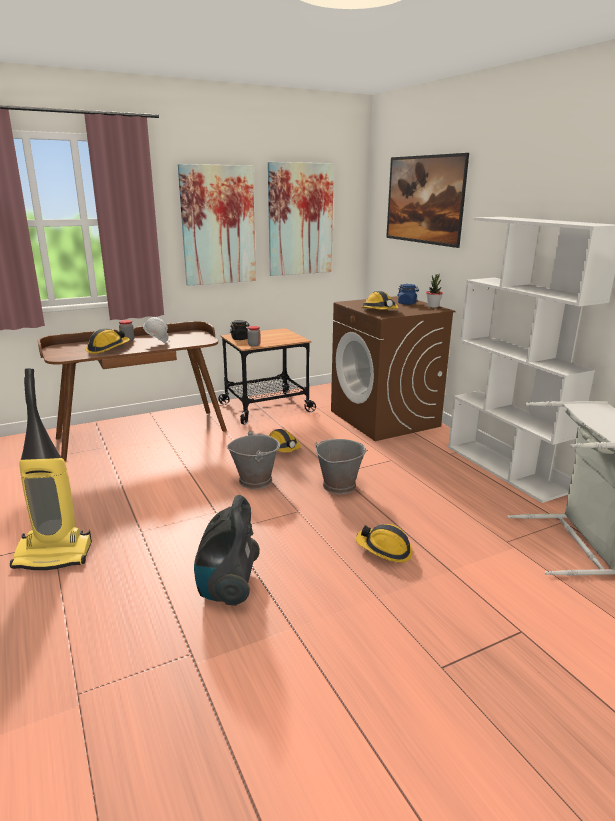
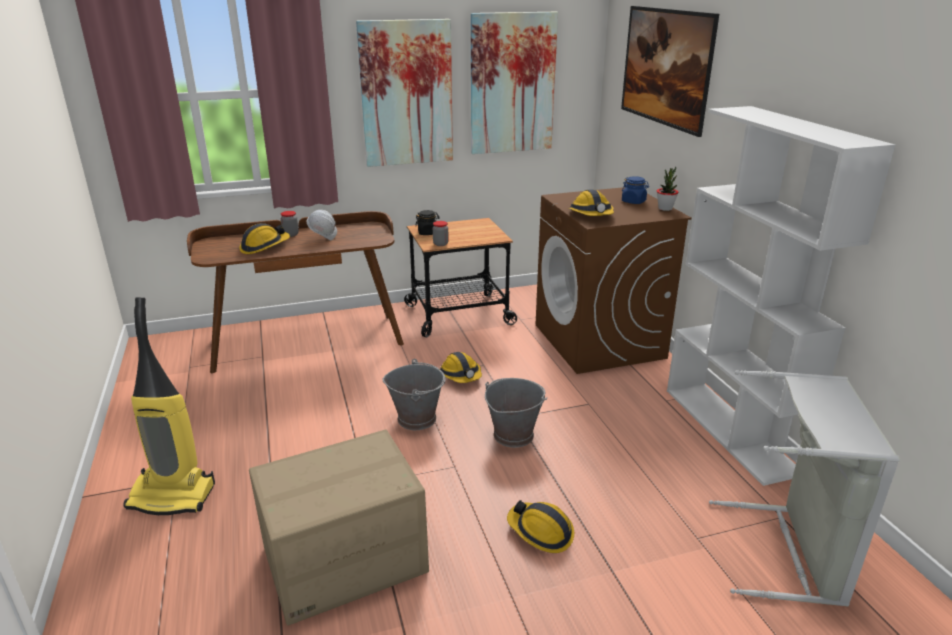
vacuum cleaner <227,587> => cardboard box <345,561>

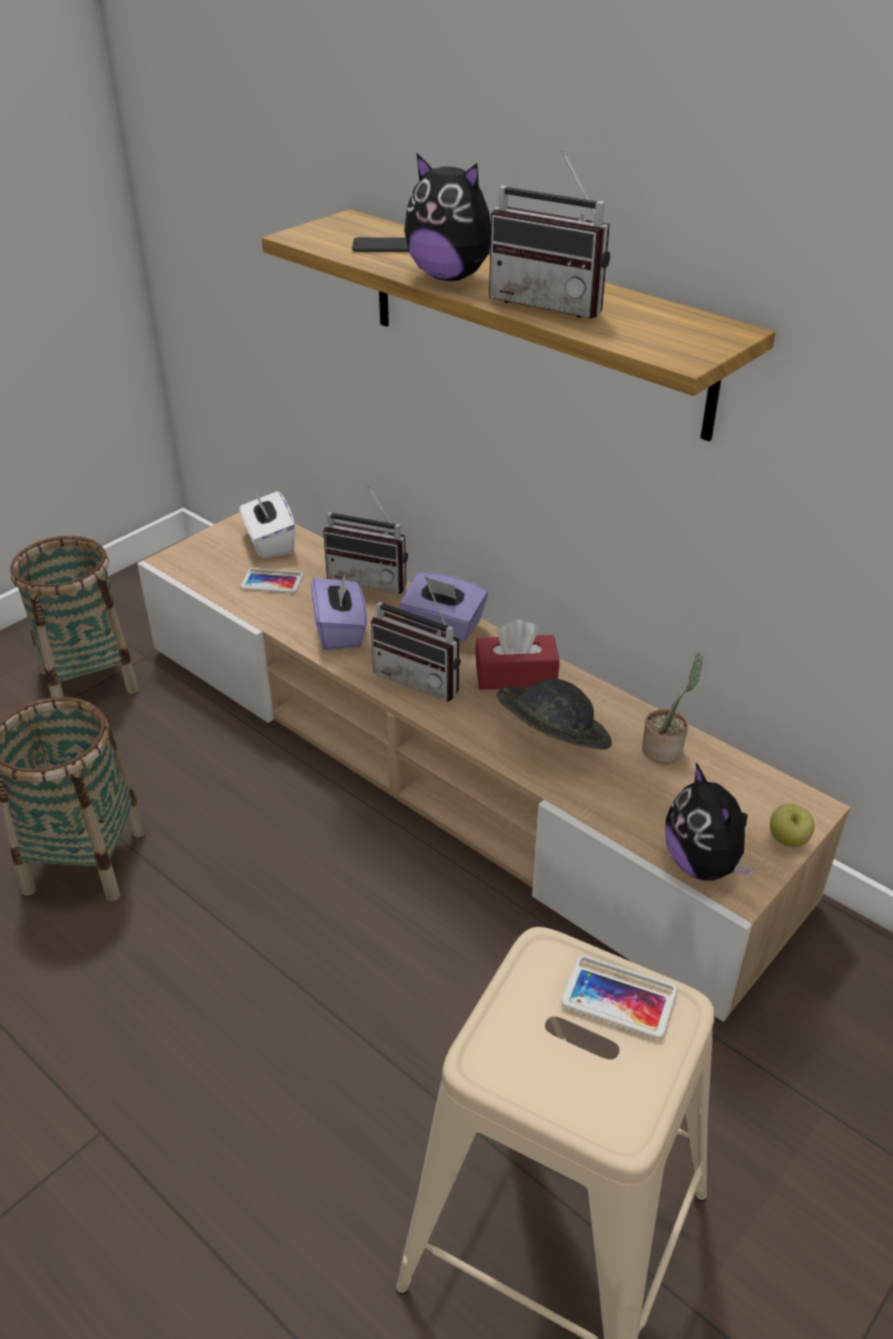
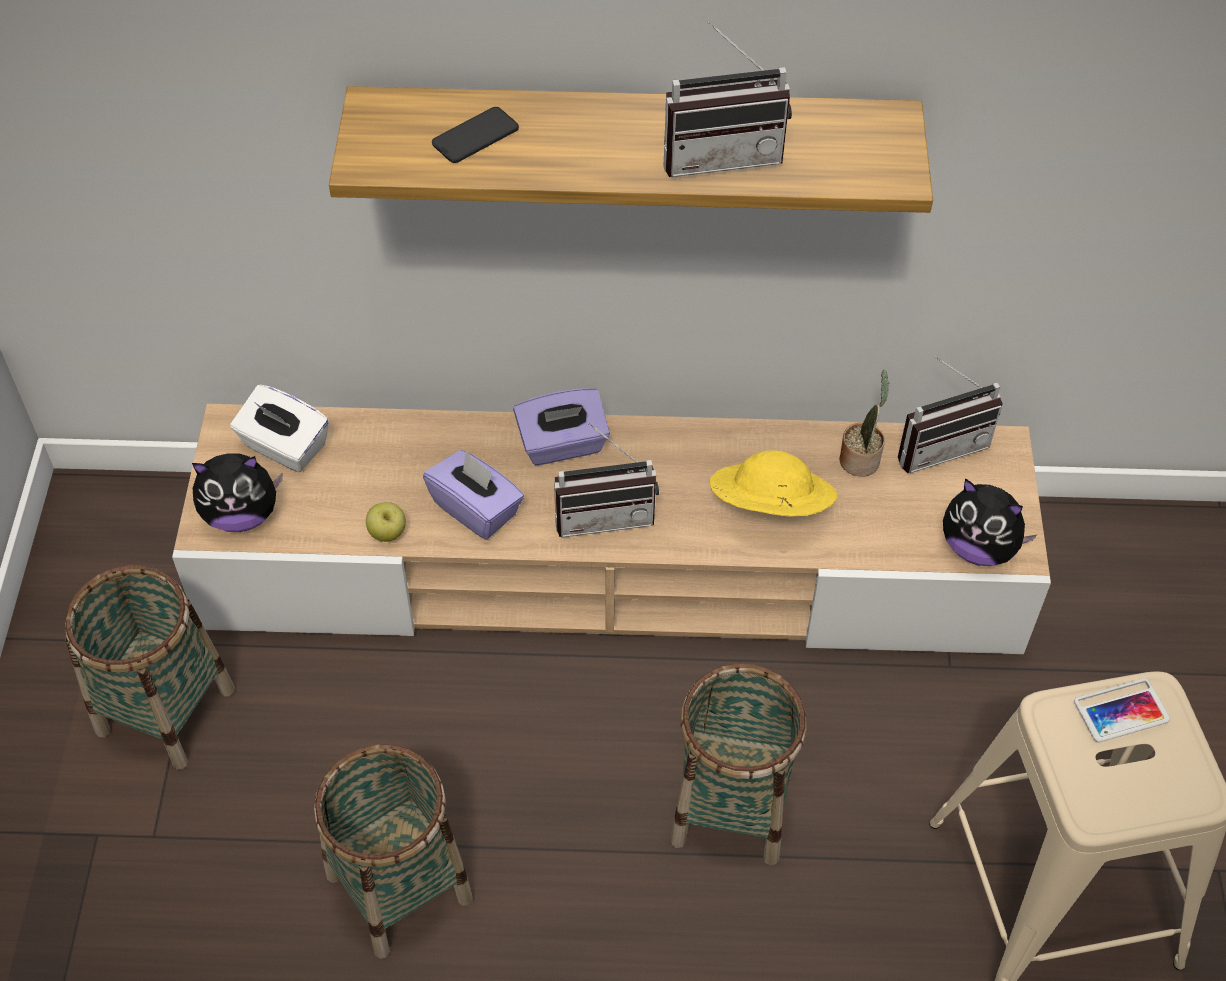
phone <272,581> => nothing
red tissue box <516,675> => nothing
nothing => basket <732,807>
radio <371,579> => radio <939,444>, shifted
plush toy <451,277> => plush toy <241,515>, shifted
apple <787,840> => apple <387,533>, shifted
grey hat <551,739> => yellow hat <769,507>

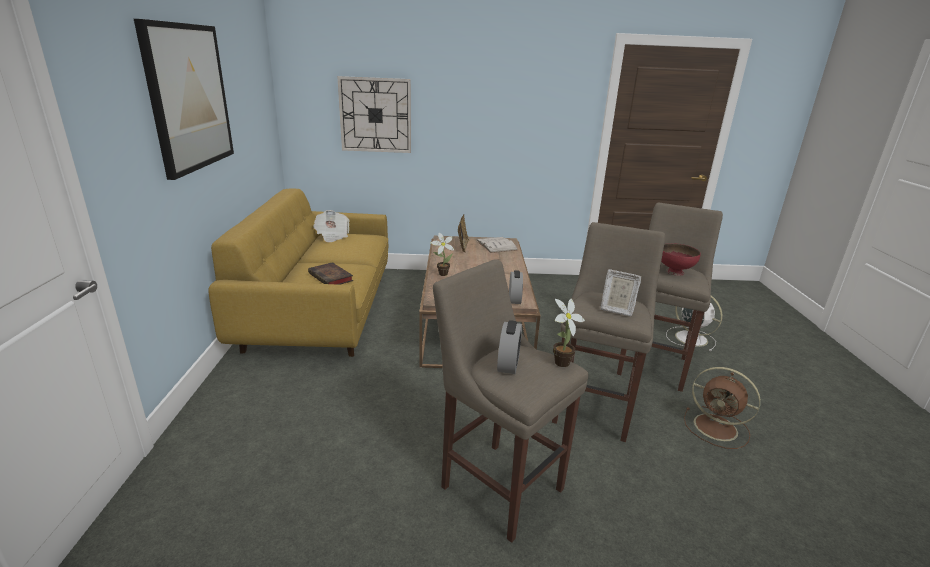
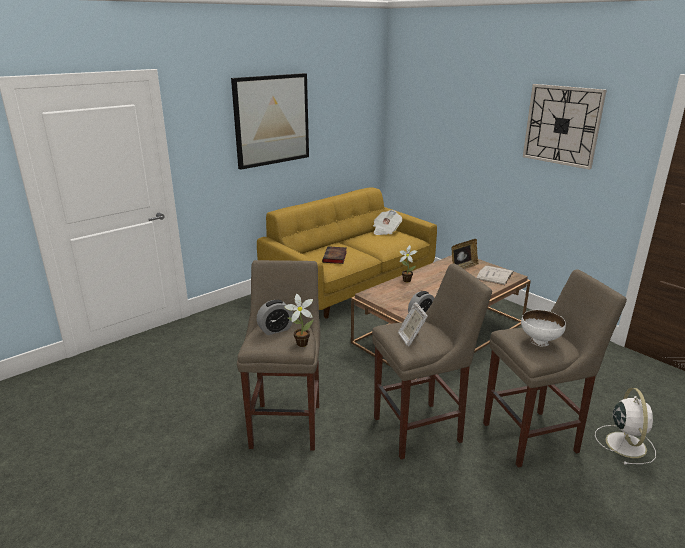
brown fan <717,428> => nothing
wall clock <375,115> => wall clock <562,125>, shifted
red bowl <674,272> => white bowl <540,341>

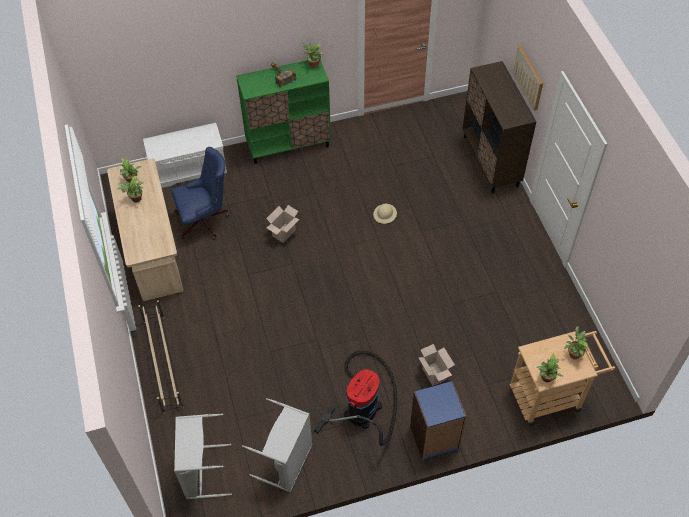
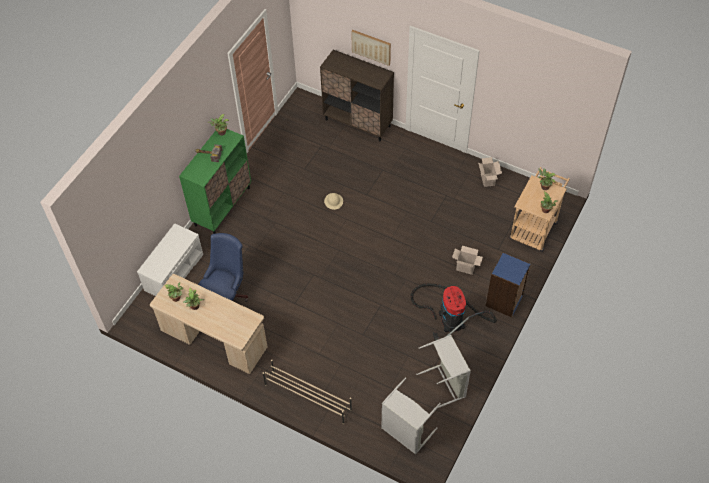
cardboard box <284,234> => cardboard box <488,180>, shifted

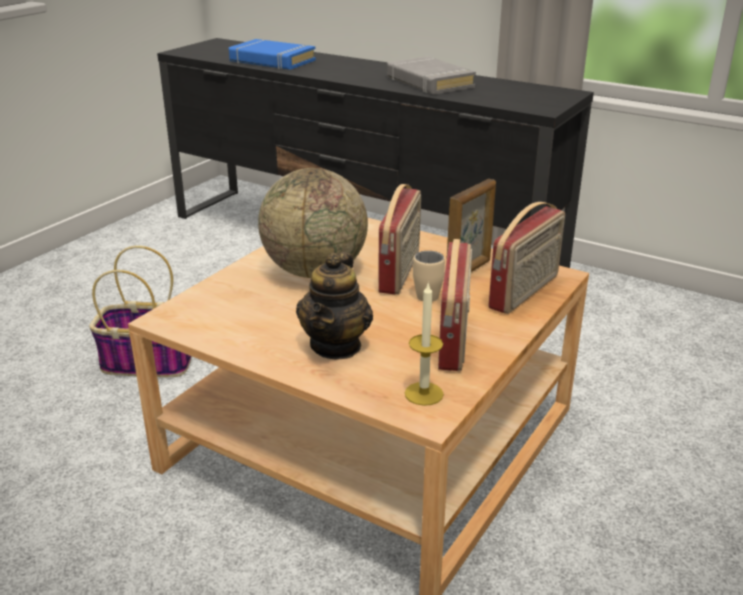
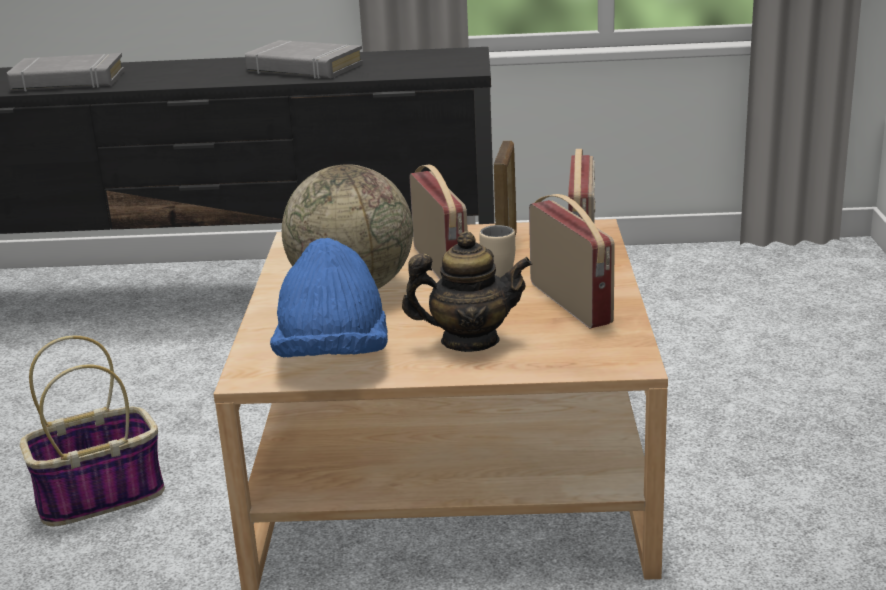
candle <424,393> => nothing
nothing => blue hat <333,358>
blue book <272,61> => grey book <68,82>
teapot <336,345> => teapot <469,341>, 75 degrees counterclockwise

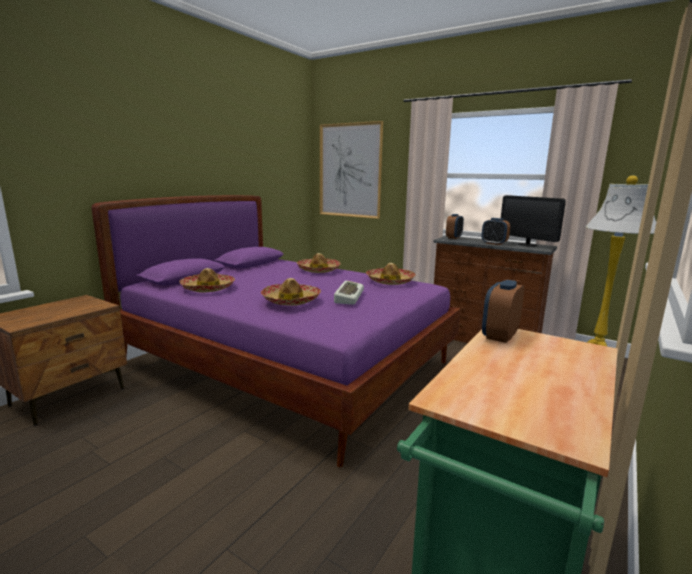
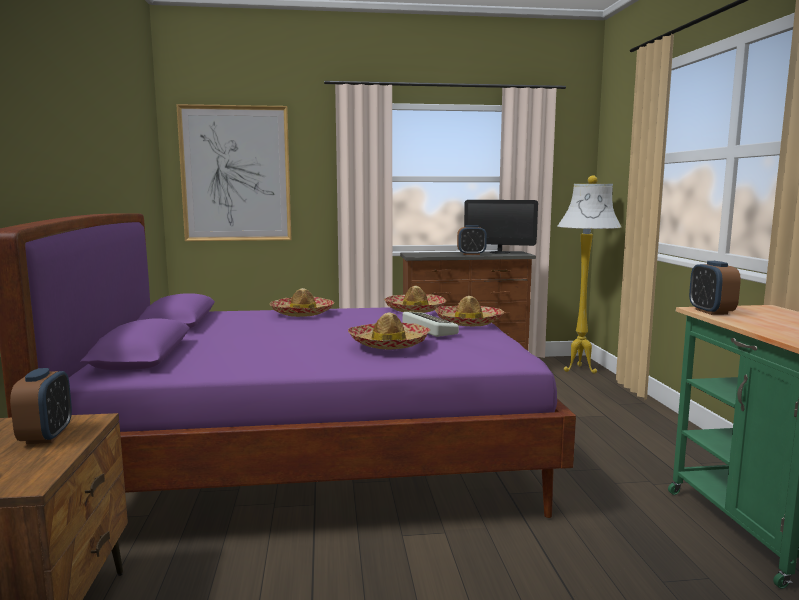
hat <208,288> => hat <469,322>, shifted
alarm clock <453,237> => alarm clock <46,436>, shifted

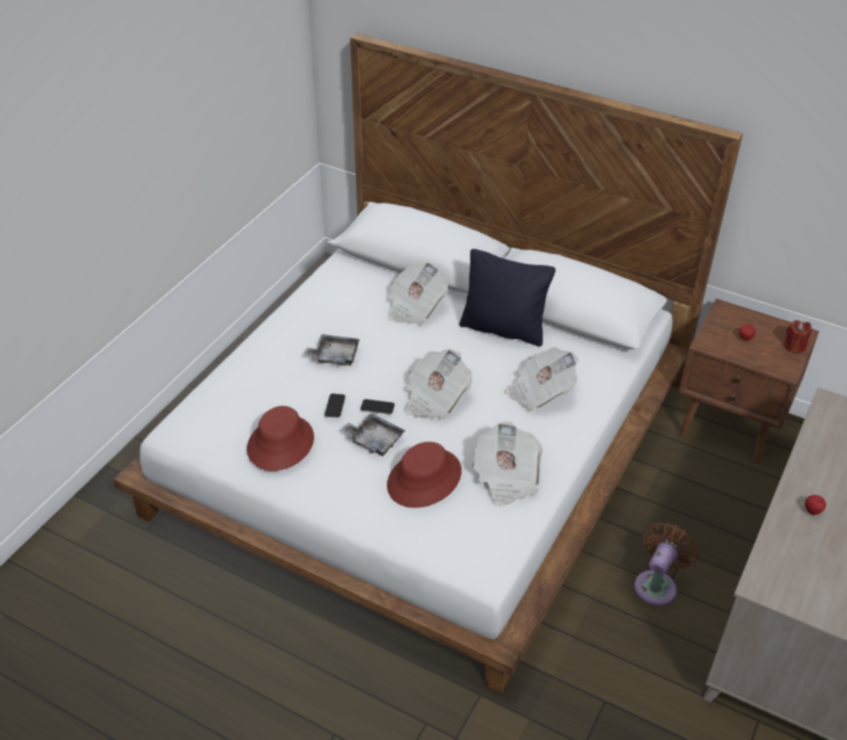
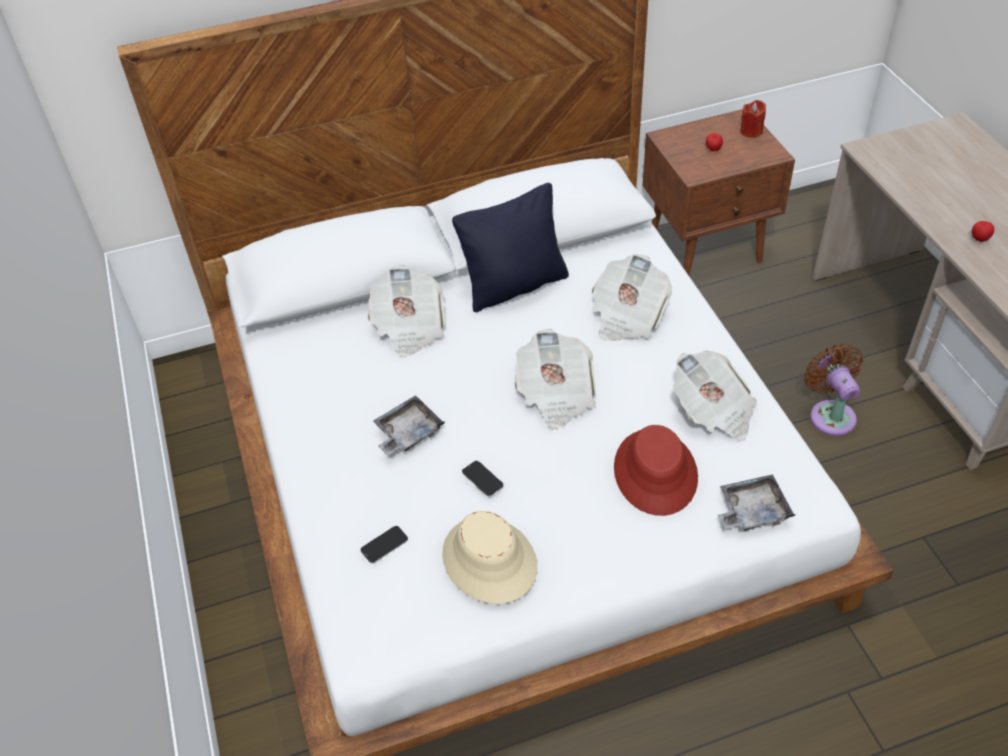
grey tray <374,440> => grey tray <752,511>, shifted
phone <377,407> => phone <384,545>, shifted
red hat <280,443> => beige hat <489,560>

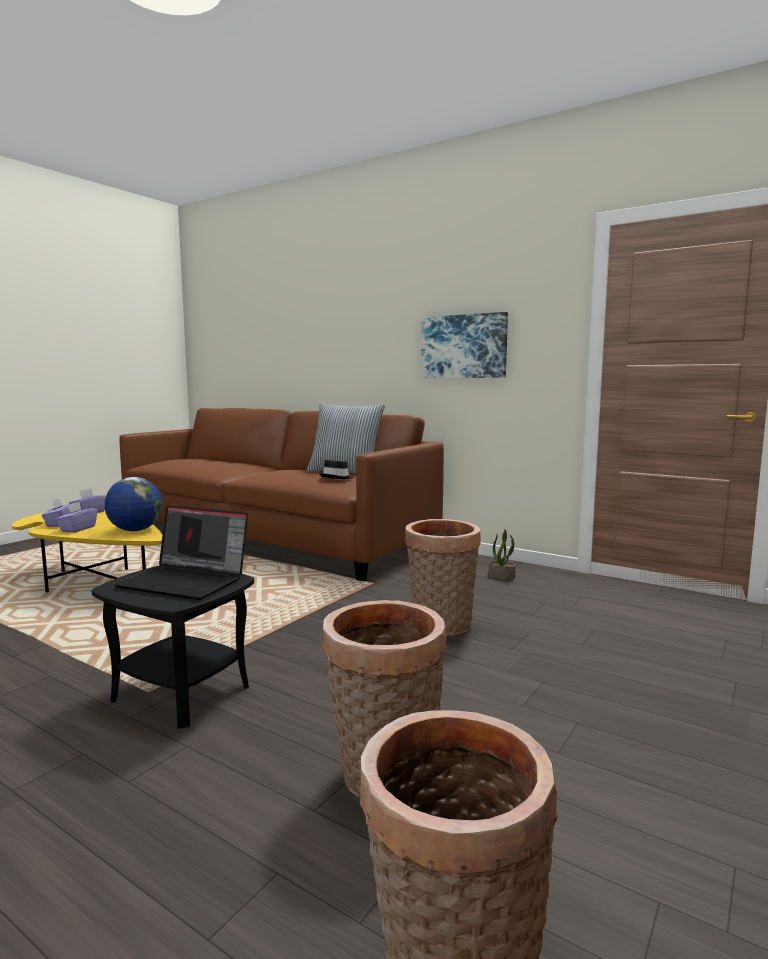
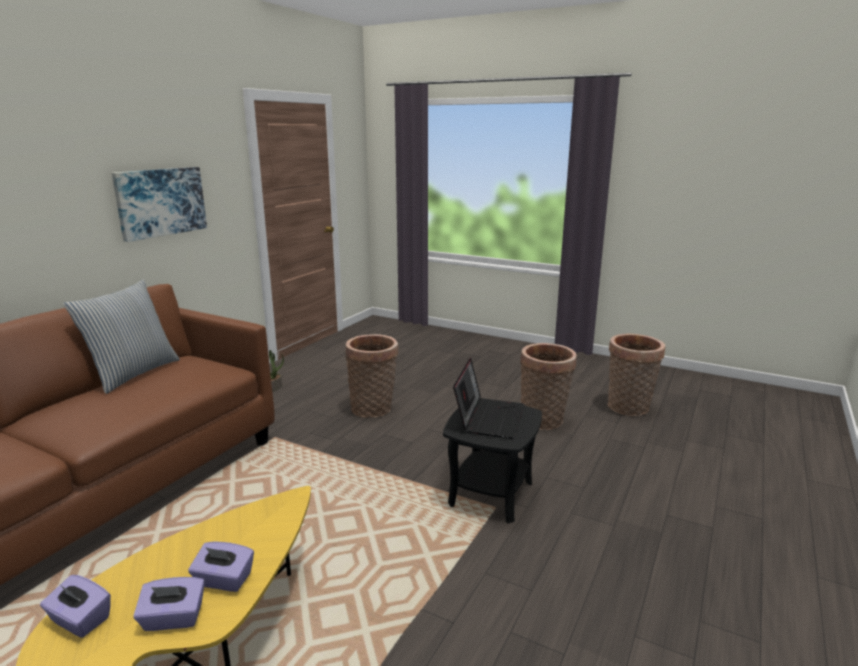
globe <135,530> => nothing
black hat <337,478> => nothing

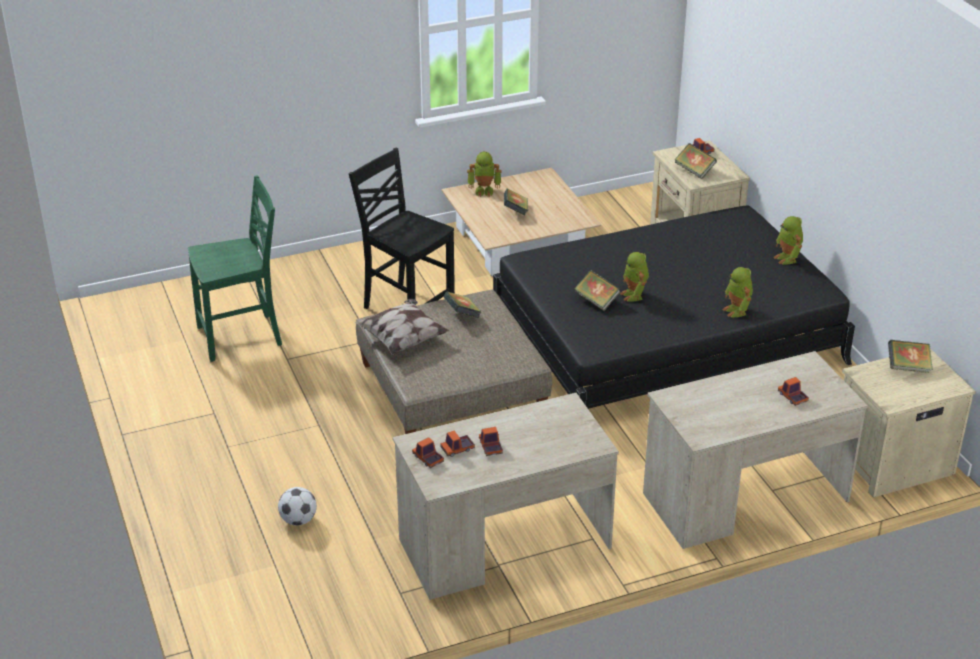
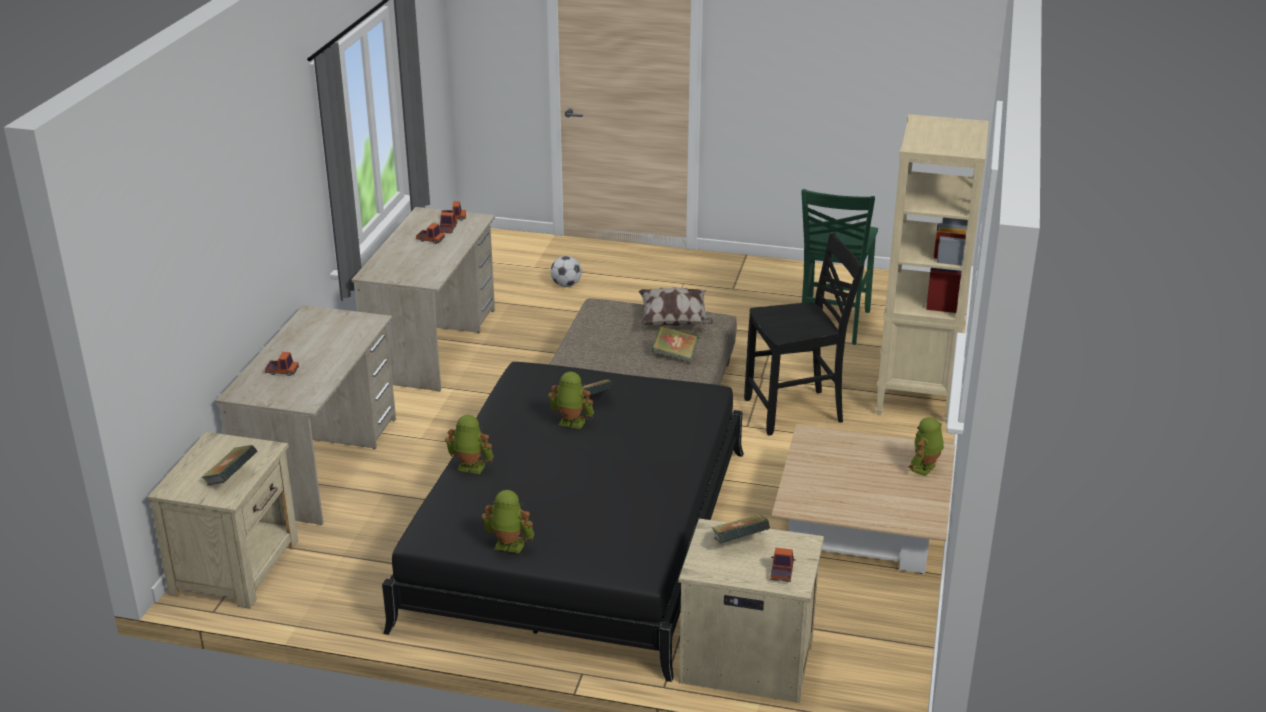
book <515,211> => nothing
nothing => beige bookcase <915,396>

